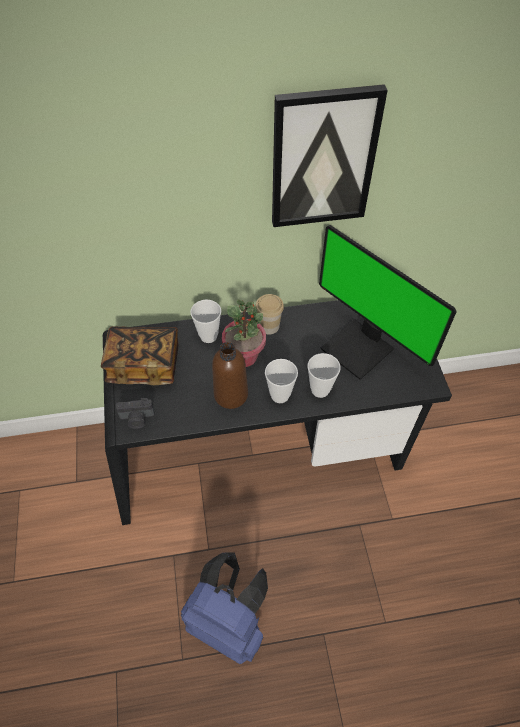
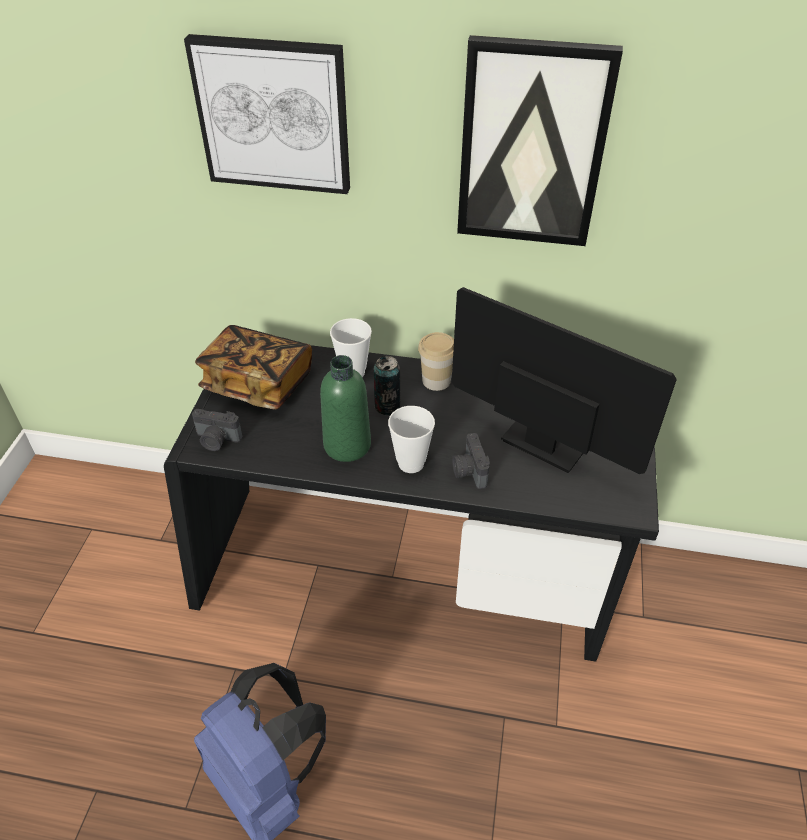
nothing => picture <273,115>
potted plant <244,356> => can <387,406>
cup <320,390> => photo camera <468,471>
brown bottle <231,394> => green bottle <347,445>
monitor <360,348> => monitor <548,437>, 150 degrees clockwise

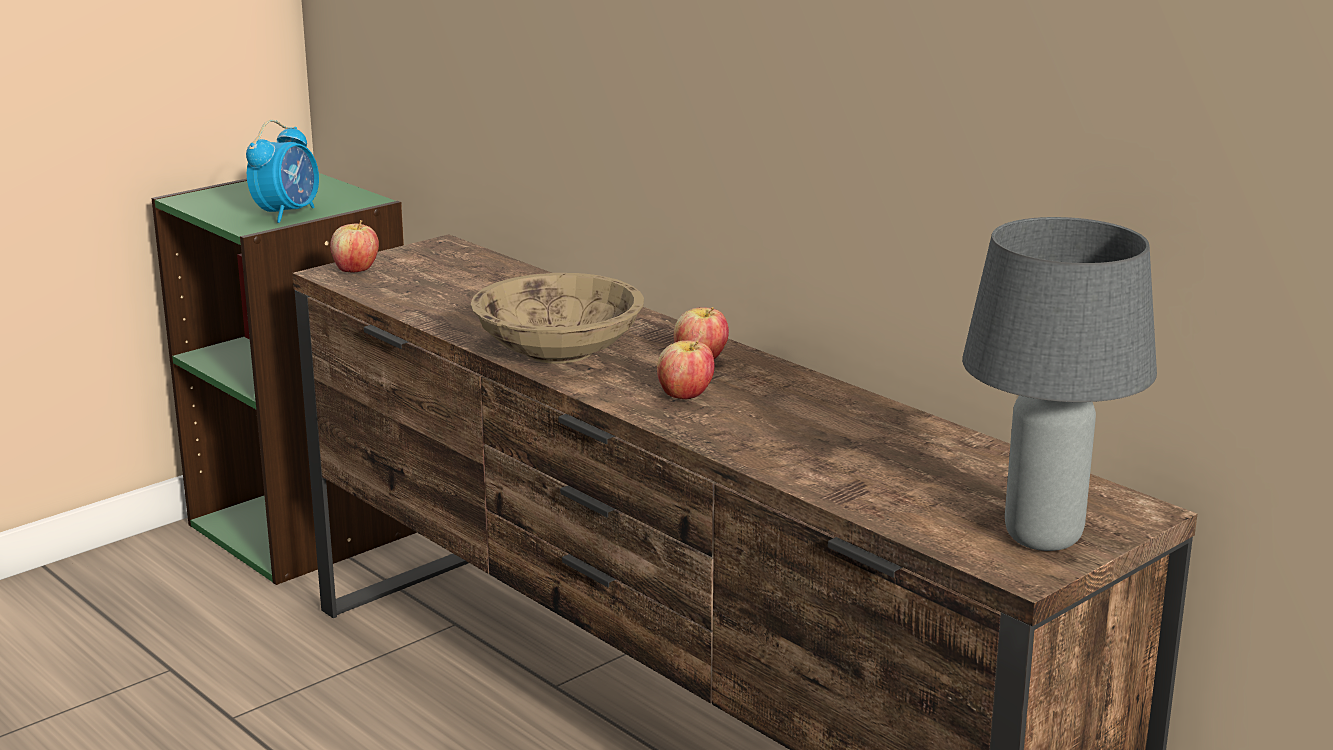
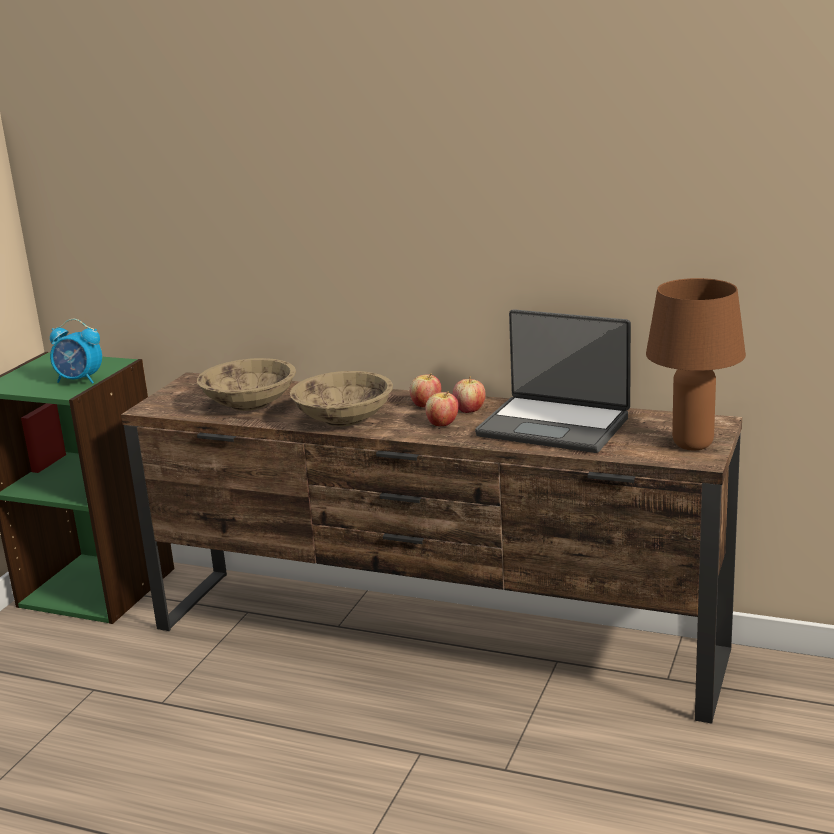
nothing => beige bowl <249,403>
nothing => laptop <554,426>
apple <356,270> => apple <469,410>, shifted
grey table lamp <1044,539> => brown table lamp <693,445>
alarm clock <287,213> => alarm clock <80,380>, 105 degrees clockwise

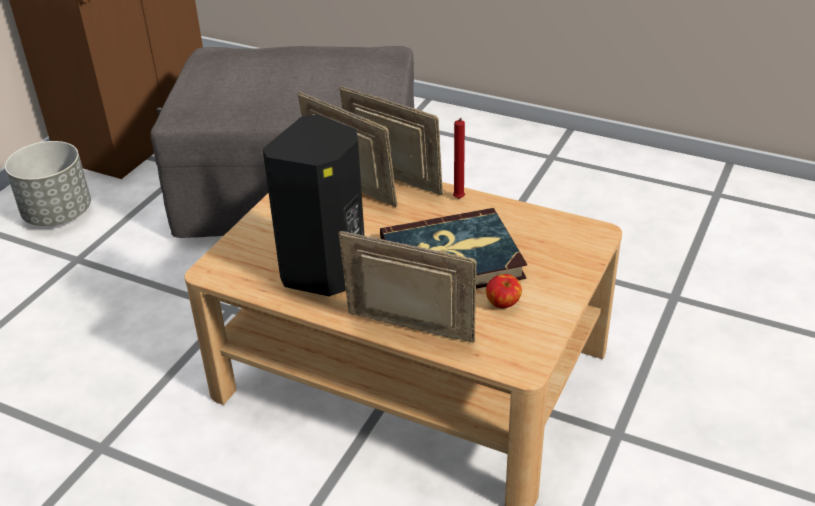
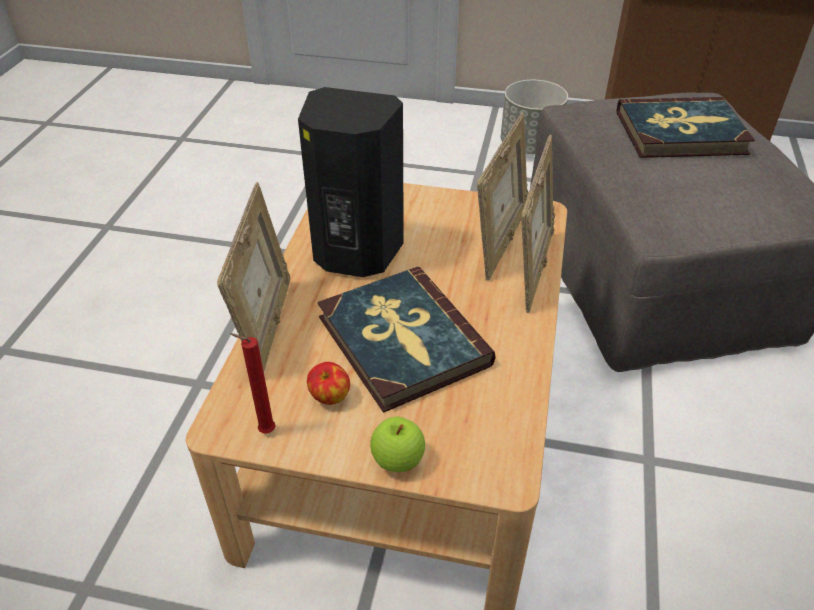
nothing => apple <397,460>
nothing => book <680,133>
red candle <458,200> => red candle <264,431>, shifted

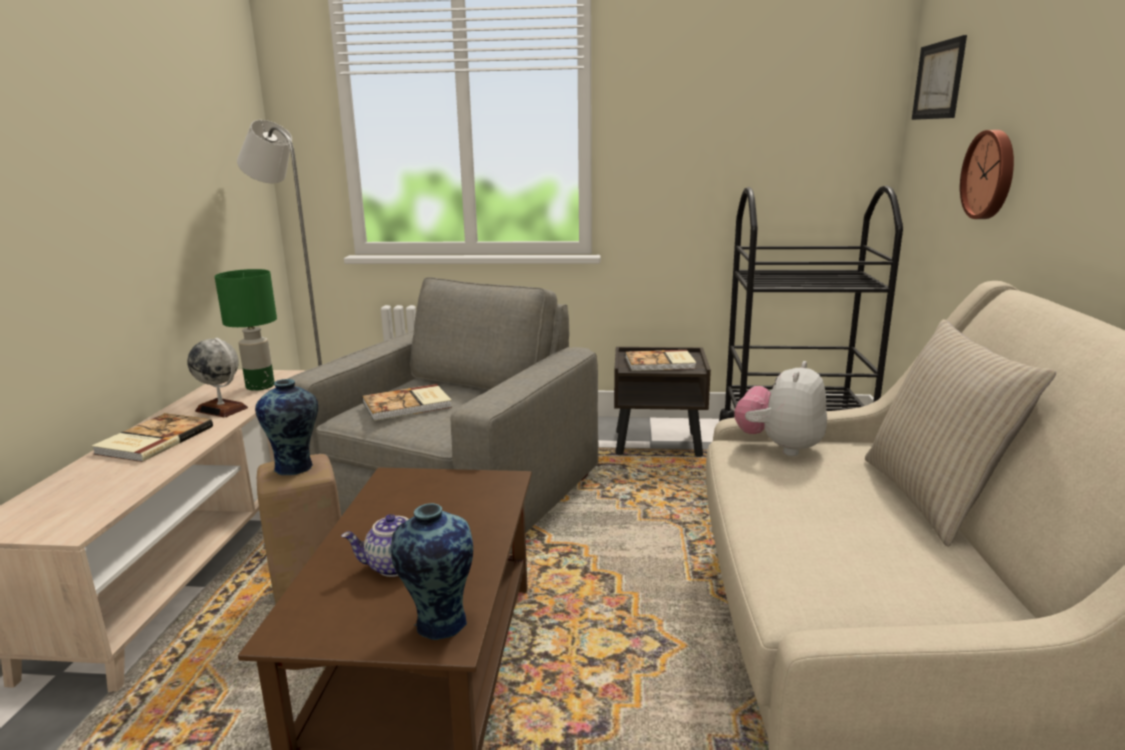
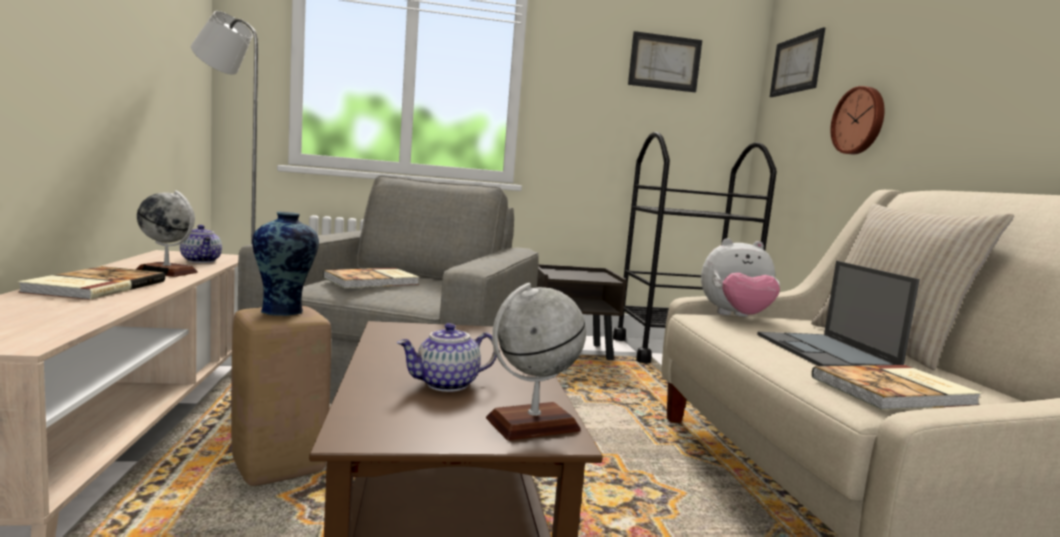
nothing => picture <664,62>
nothing => laptop <826,352>
book <660,363> => book <896,392>, shifted
green table lamp <261,386> => teapot <202,261>
vase <438,623> => globe <532,424>
plush toy <780,447> => plush toy <736,317>, 105 degrees counterclockwise

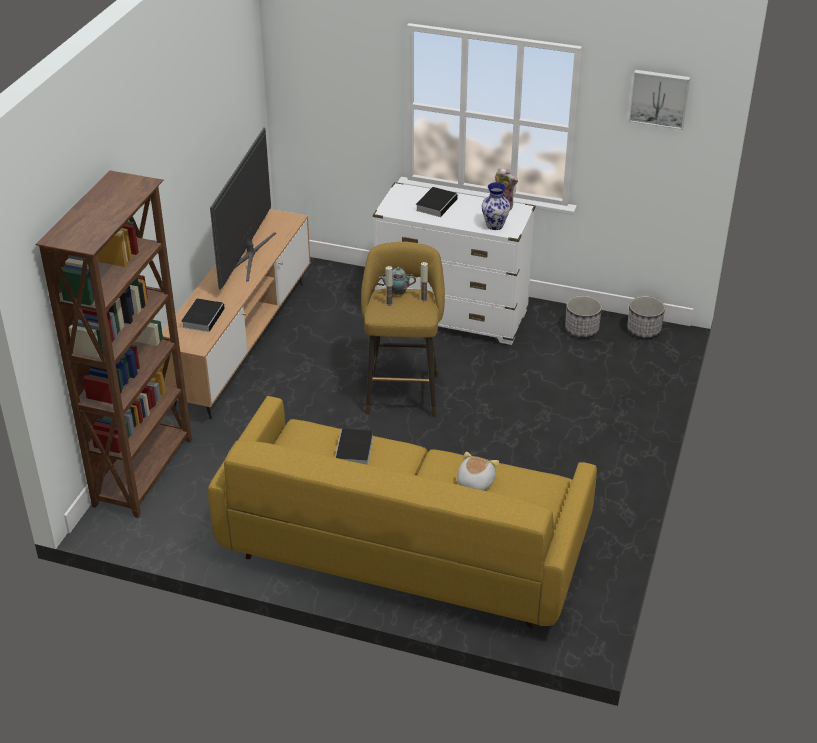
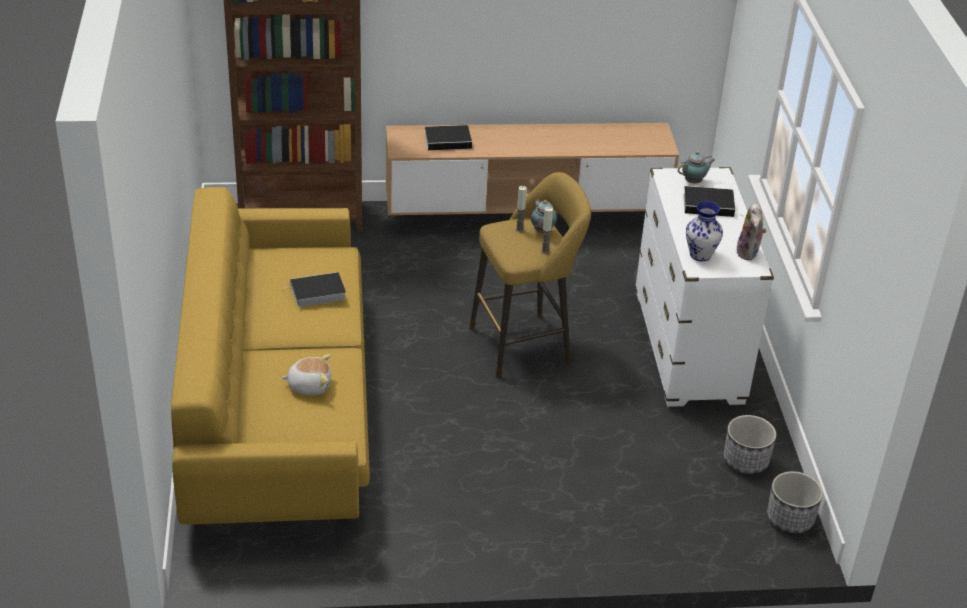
television <248,254> => nothing
picture <659,98> => nothing
nothing => teapot <694,182>

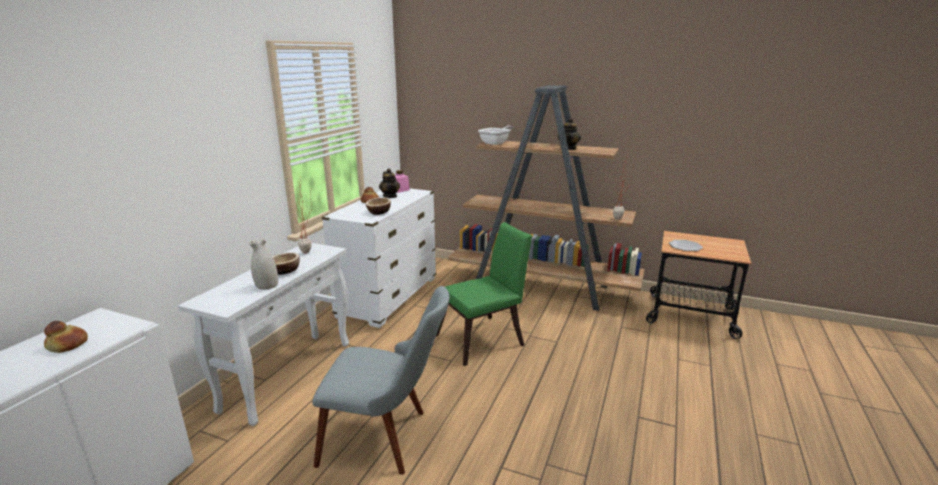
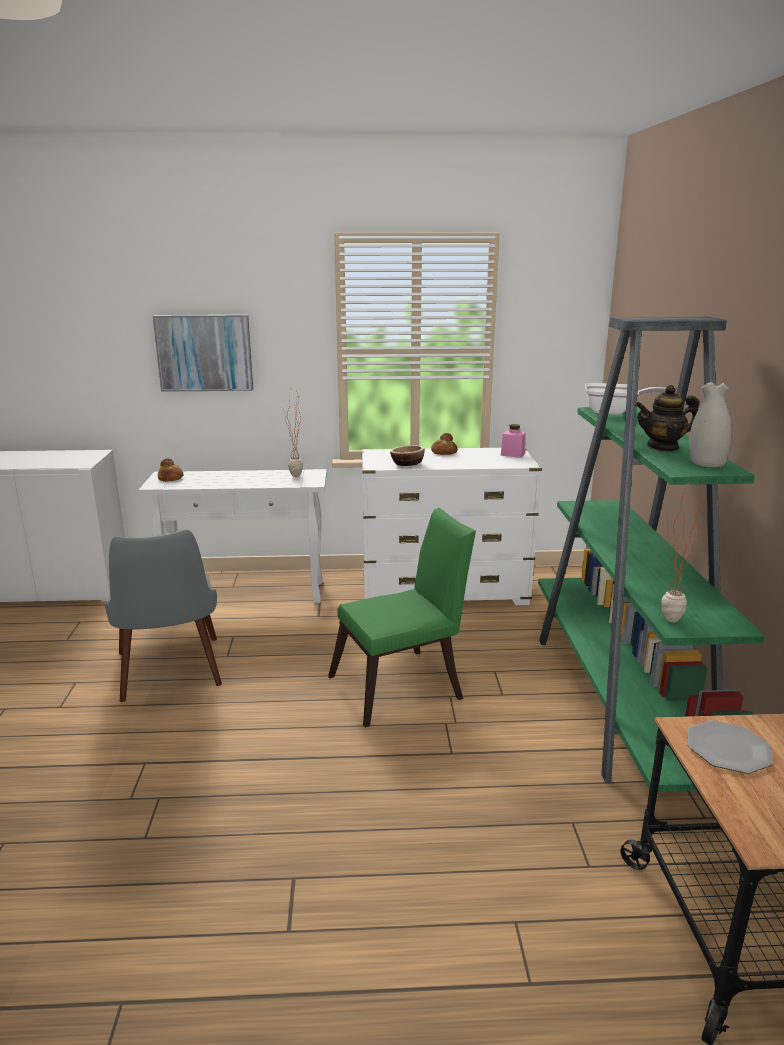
bowl <285,271> => nothing
teapot <390,196> => nothing
nothing => picture <204,353>
bread <68,344> => bread <171,478>, shifted
white vase <266,286> => white vase <706,463>, shifted
brown bookcase <542,287> => green bookcase <620,702>
green chair <484,339> => green chair <403,686>, 60 degrees counterclockwise

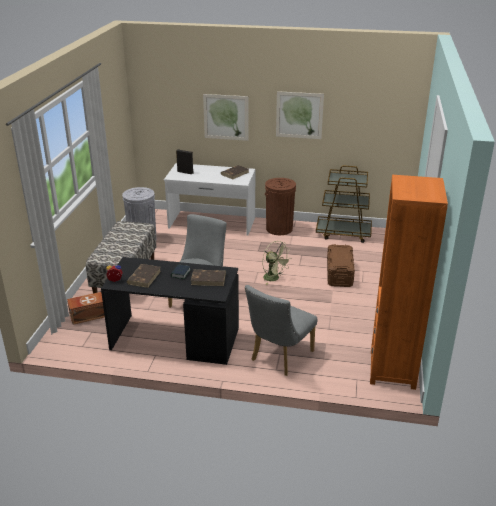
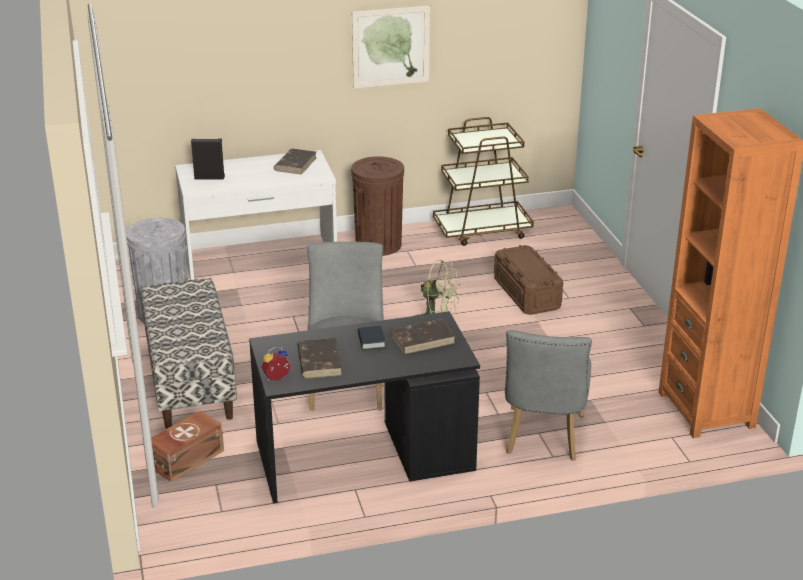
picture <226,117> => nothing

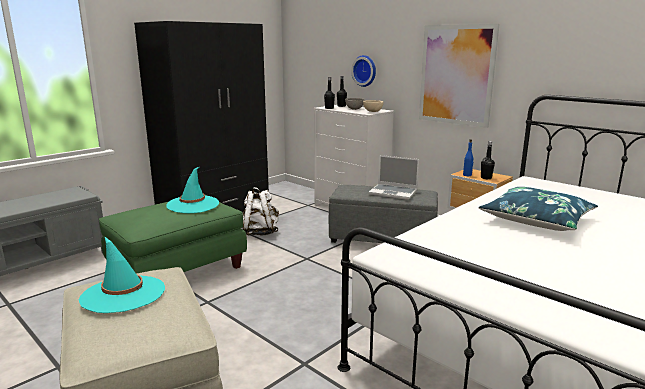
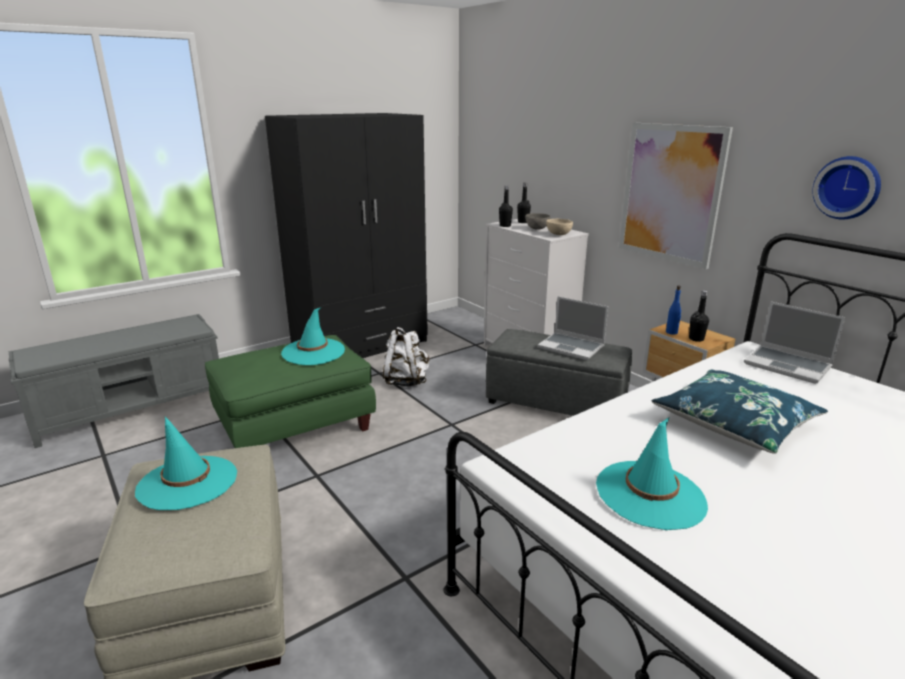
nothing => turquoise hat <650,495>
nothing => laptop <788,366>
wall clock <365,71> => wall clock <847,187>, shifted

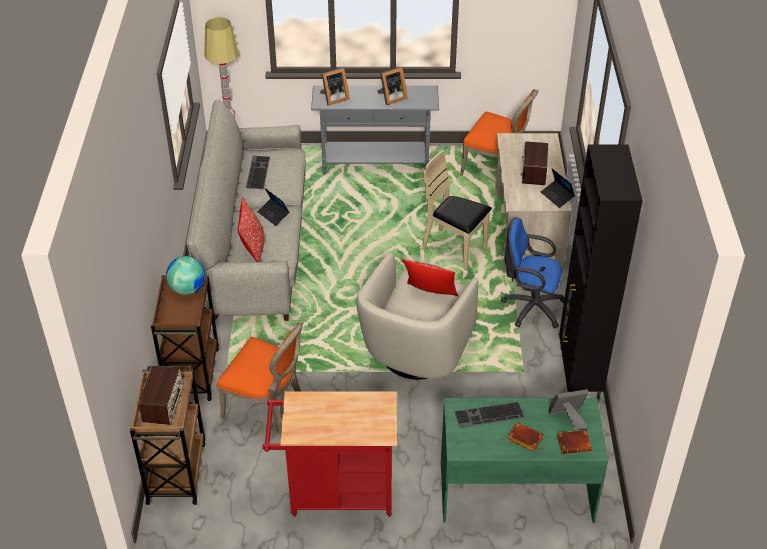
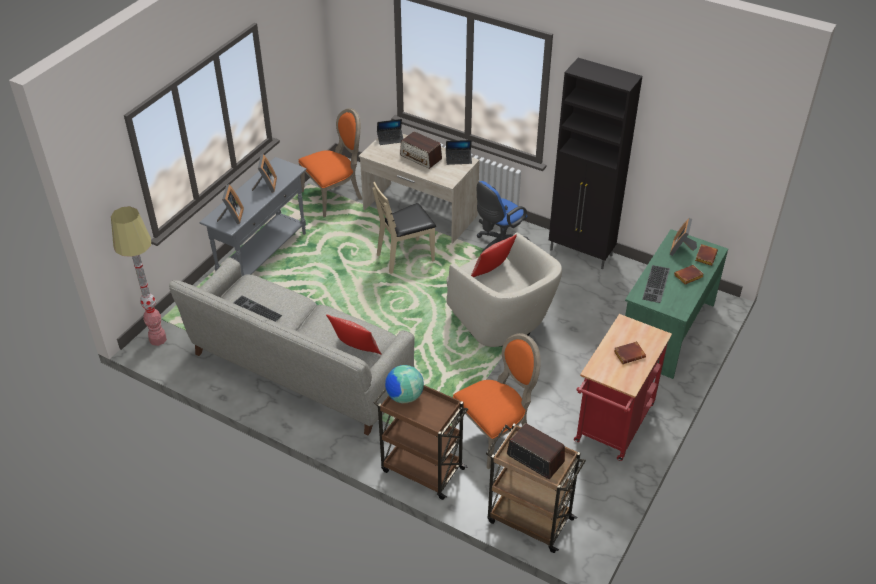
nothing => brown book <629,354>
laptop <273,214> => laptop <390,139>, shifted

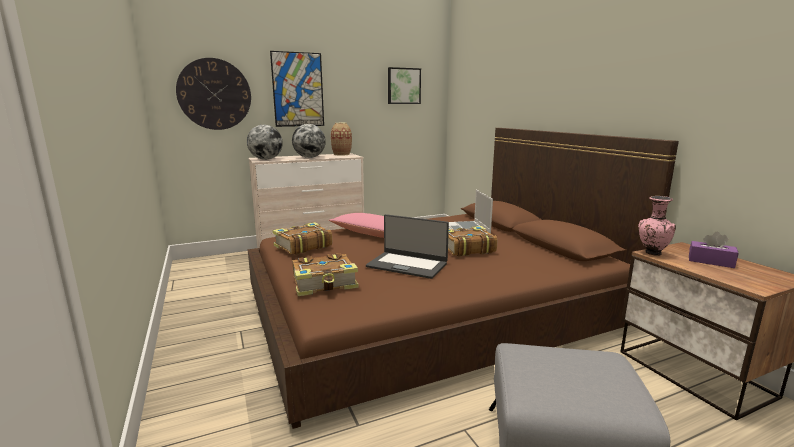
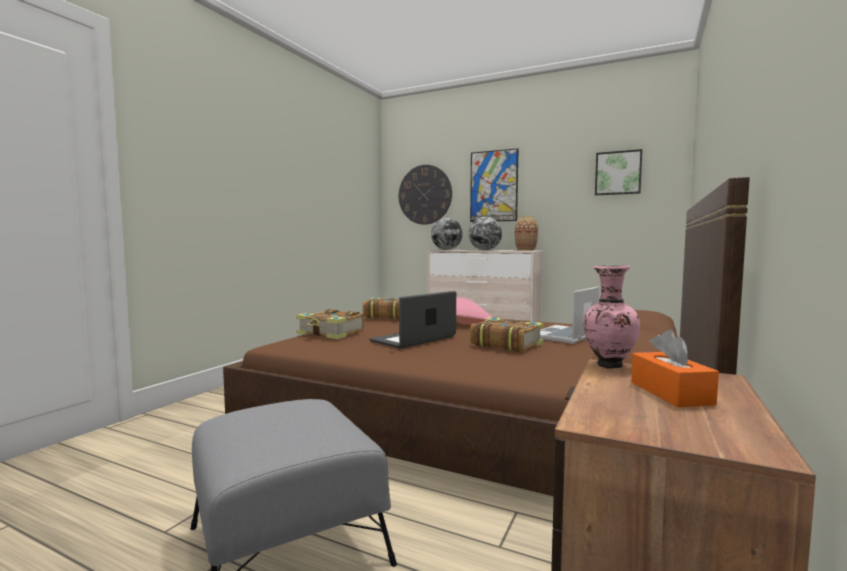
purple tissue box <710,261> => orange tissue box <670,393>
laptop <407,265> => laptop <414,339>, 60 degrees clockwise

